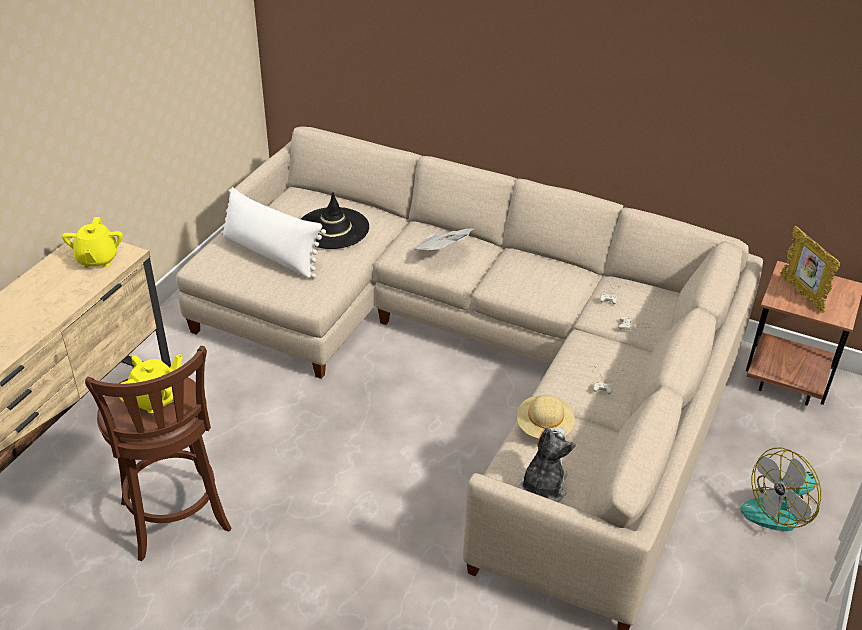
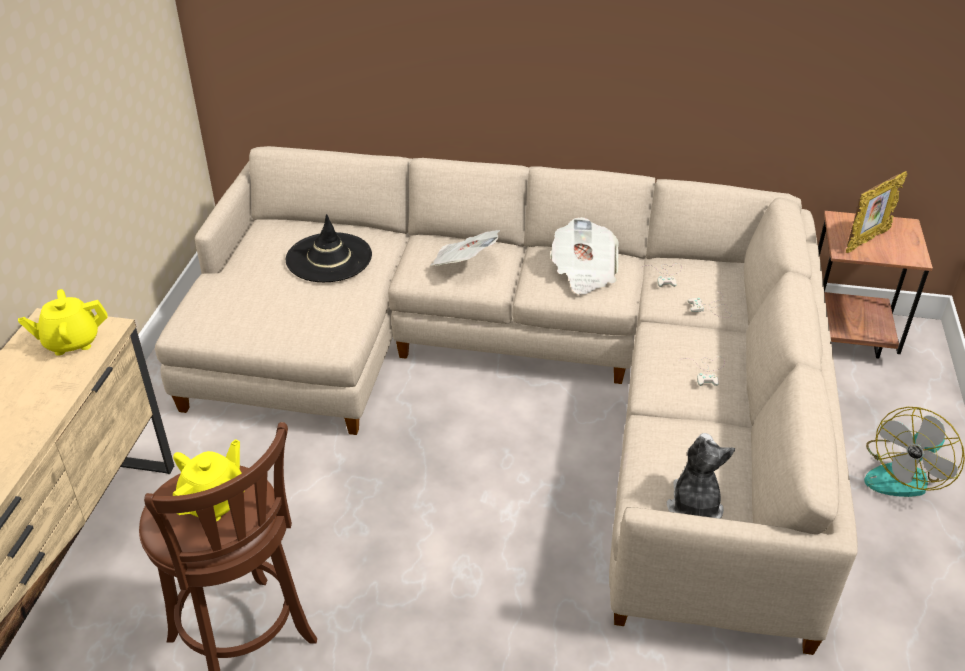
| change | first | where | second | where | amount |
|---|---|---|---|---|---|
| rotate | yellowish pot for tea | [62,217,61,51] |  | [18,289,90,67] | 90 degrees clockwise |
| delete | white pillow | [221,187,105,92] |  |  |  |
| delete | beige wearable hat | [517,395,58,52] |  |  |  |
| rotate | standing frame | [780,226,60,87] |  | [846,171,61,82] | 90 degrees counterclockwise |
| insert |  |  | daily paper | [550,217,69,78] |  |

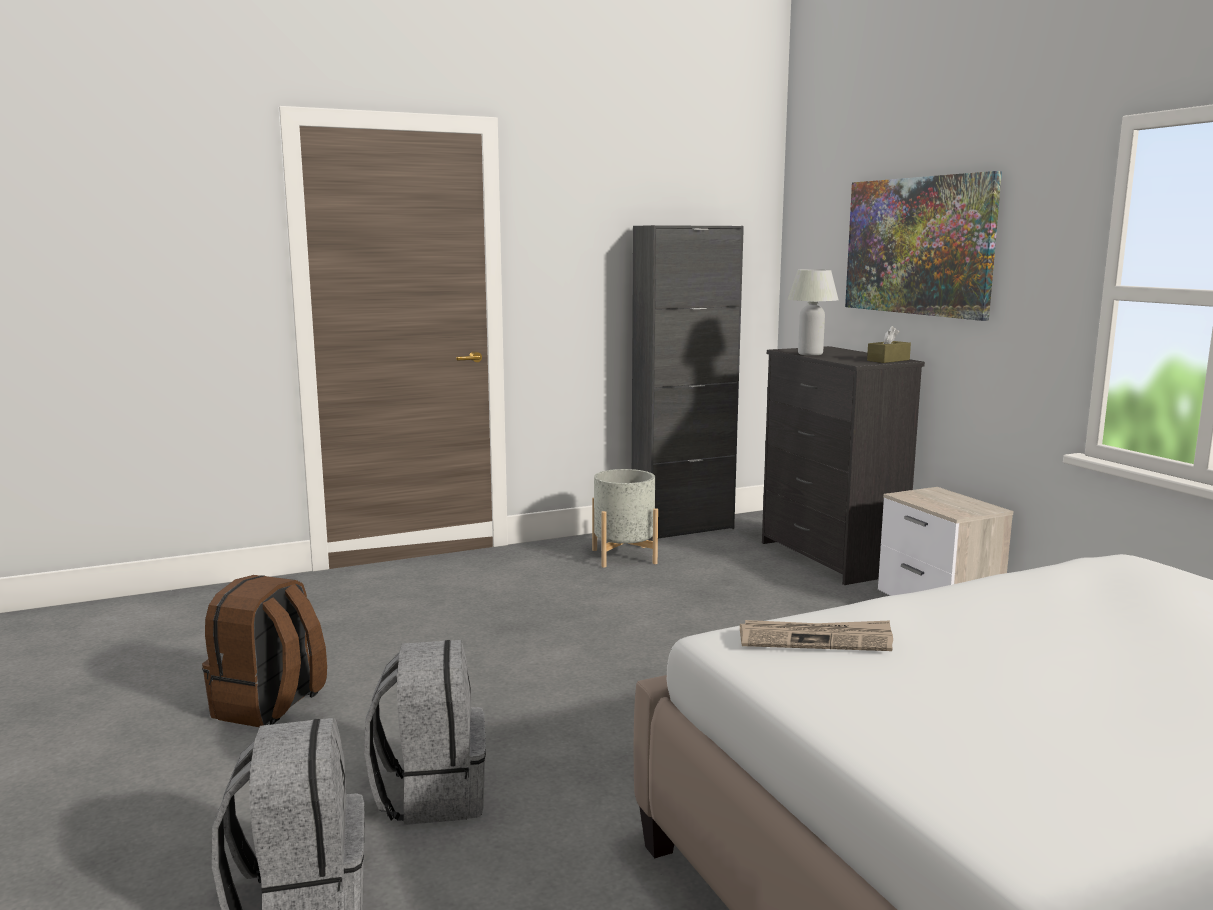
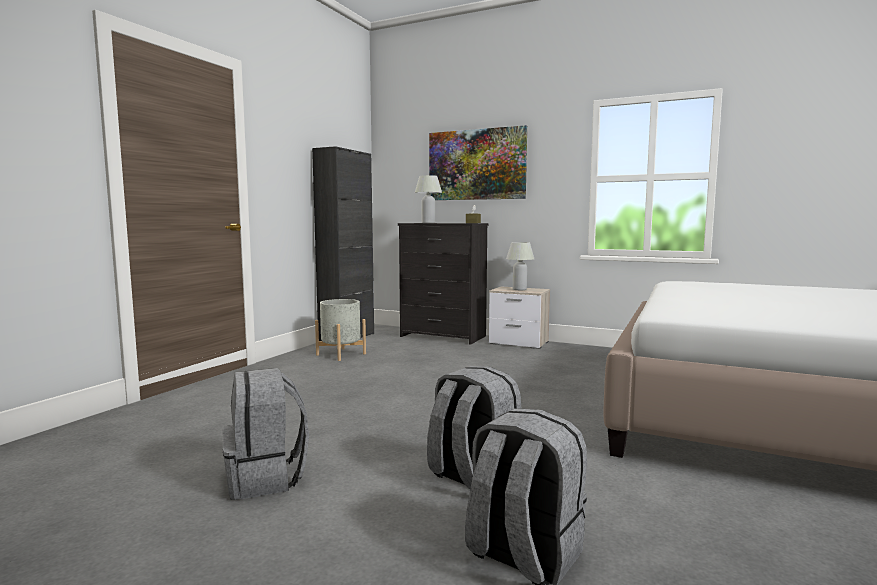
| change | first | where | second | where | amount |
|---|---|---|---|---|---|
| recolor | brown backpack | [202,575,125,152] | gray backpack | [222,368,87,132] |  |
| delete | daily paper | [740,620,153,31] |  |  |  |
| insert |  |  | white tabletop lamp | [506,242,28,48] |  |

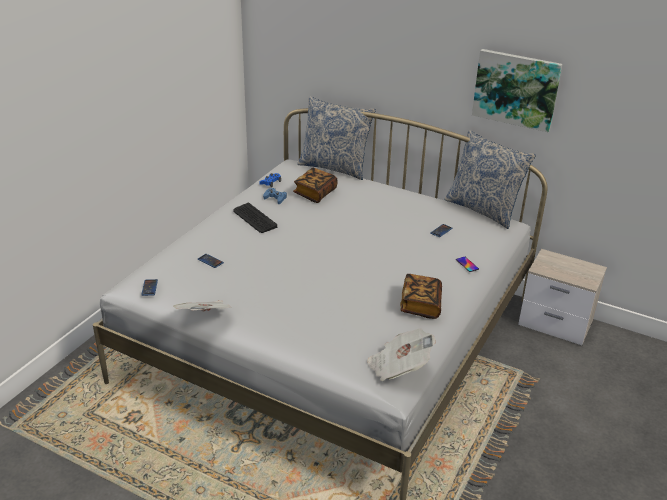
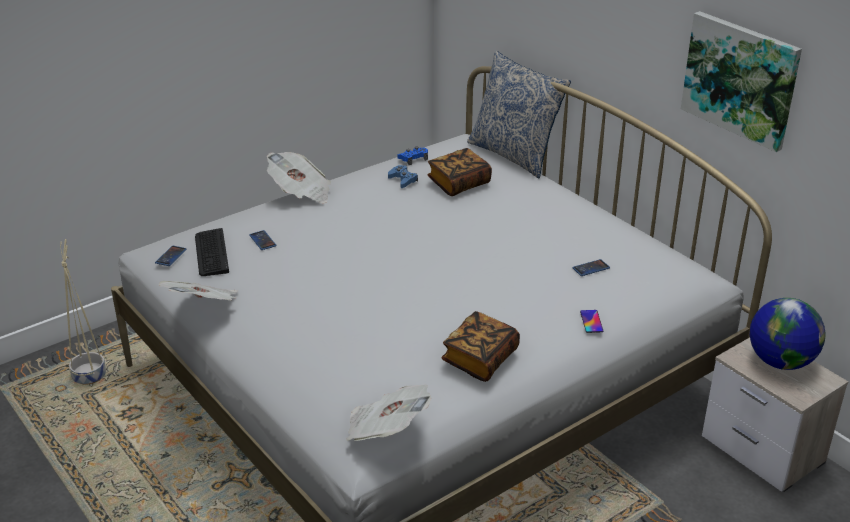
| change | first | where | second | where | amount |
|---|---|---|---|---|---|
| move | keyboard | [233,203,44,30] |  | [195,228,34,48] |  |
| delete | pillow | [444,130,92,99] |  |  |  |
| insert |  |  | beige flower pot | [60,239,46,146] |  |
| insert |  |  | daily paper | [267,152,64,52] |  |
| insert |  |  | world globe | [750,298,75,72] |  |

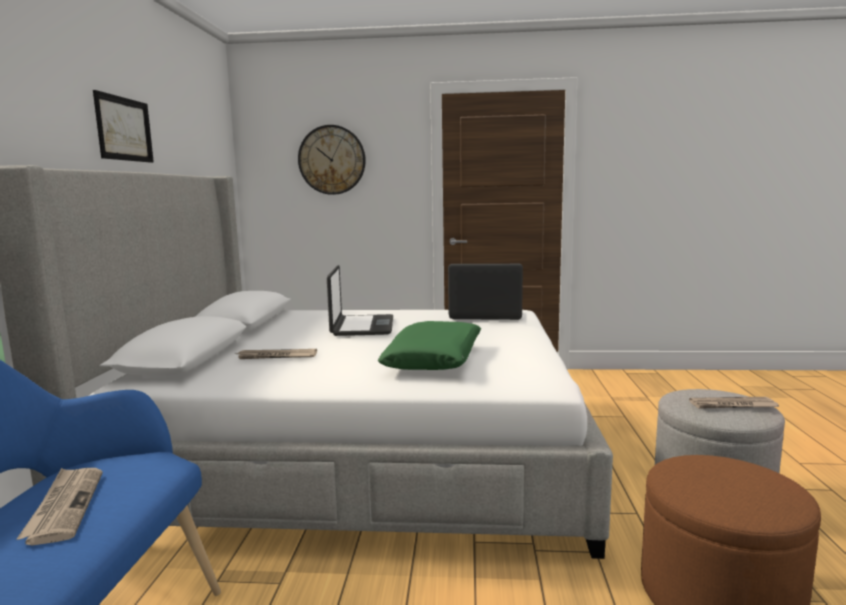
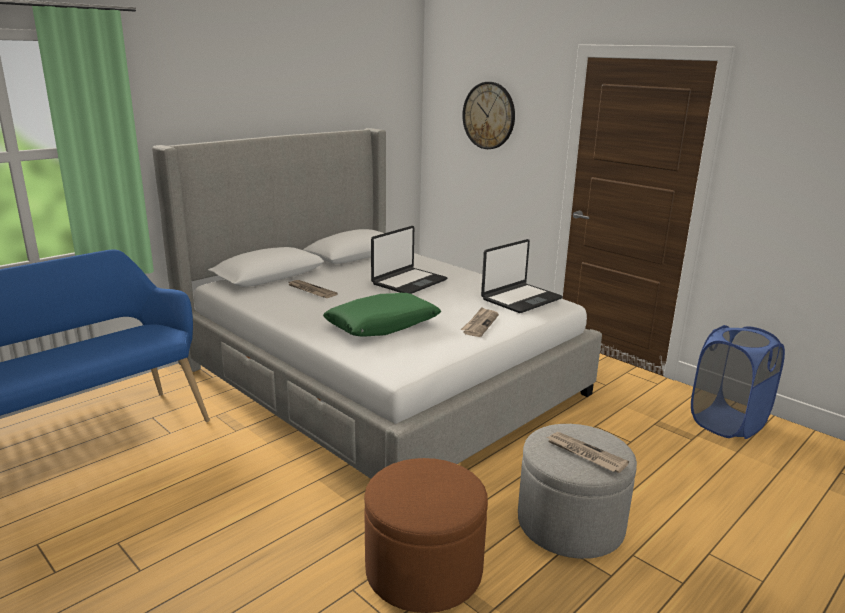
| change | first | where | second | where | amount |
|---|---|---|---|---|---|
| move | daily paper | [17,468,86,78] |  | [461,307,38,30] |  |
| delete | picture | [93,90,61,73] |  |  |  |
| rotate | laptop | [448,264,75,56] |  | [481,239,82,74] | 90 degrees clockwise |
| insert |  |  | bluish laundry basket | [691,325,94,114] |  |

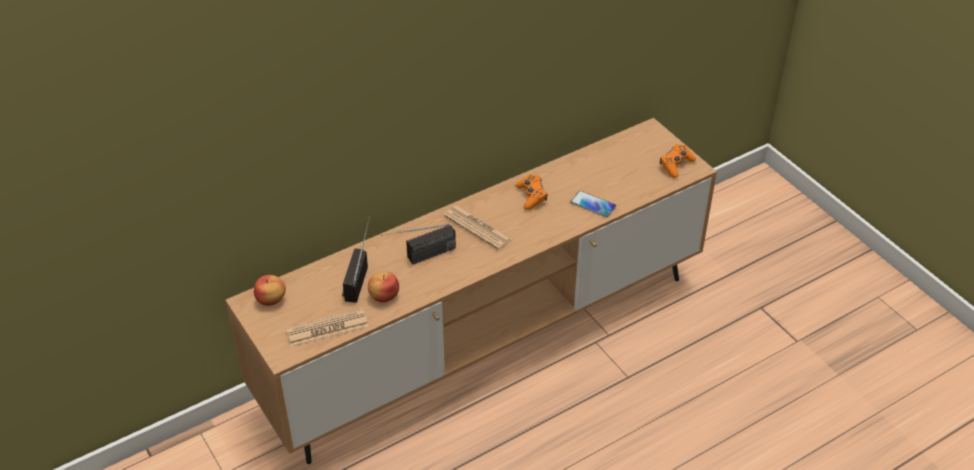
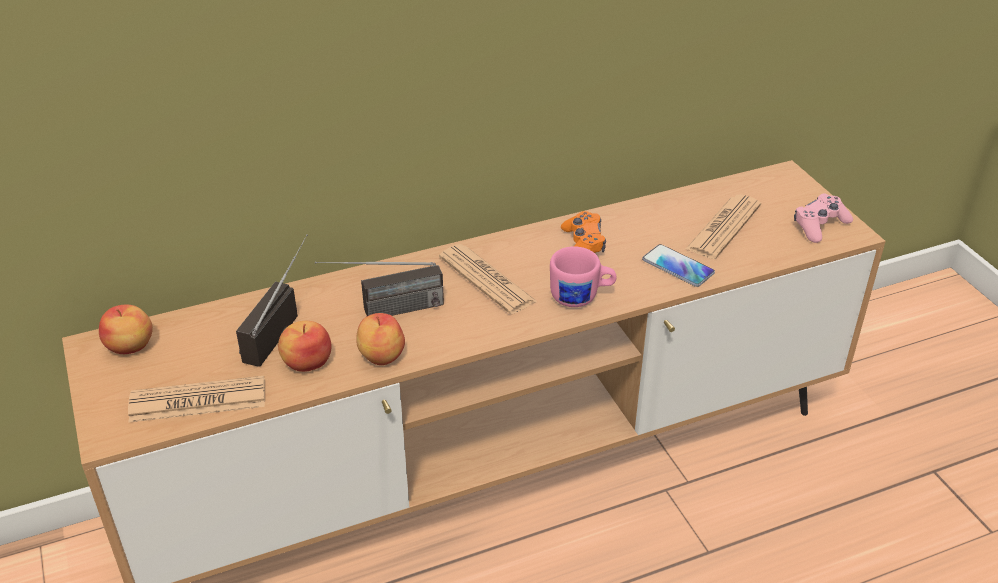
| change | first | where | second | where | amount |
|---|---|---|---|---|---|
| recolor | orange joypad | [660,144,36,34] | pink-coloured joypad | [794,193,59,50] |  |
| insert |  |  | apple fruit | [356,313,49,52] |  |
| insert |  |  | pink-coloured coffee mug | [550,246,66,61] |  |
| insert |  |  | daily paper | [686,195,75,64] |  |

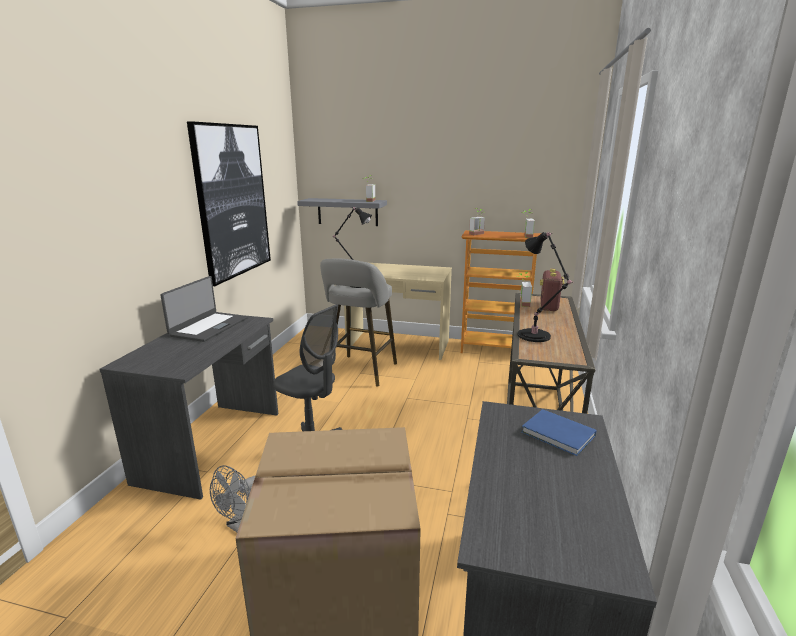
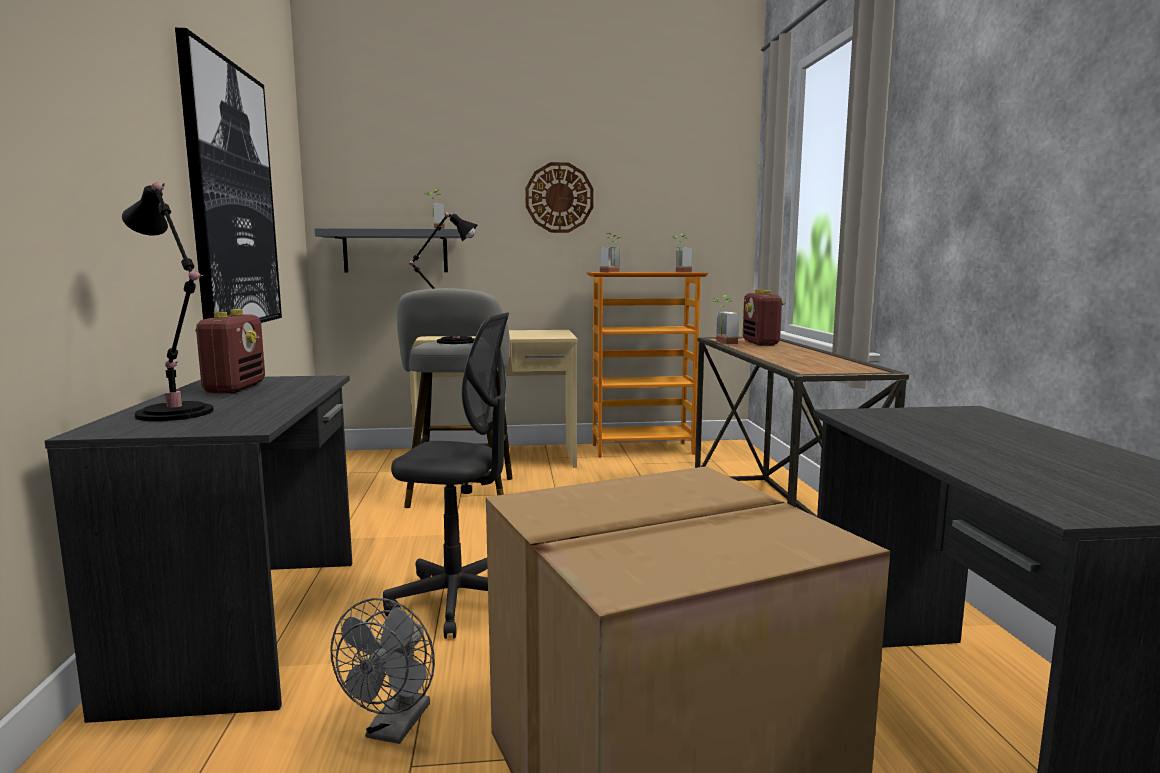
| change | first | where | second | where | amount |
|---|---|---|---|---|---|
| replace | laptop | [160,276,88,66] | radio | [195,309,70,84] |  |
| move | black tabletop lamp | [518,232,56,110] |  | [122,182,92,239] |  |
| delete | bluish book | [521,409,76,47] |  |  |  |
| insert |  |  | wall clock | [525,162,69,71] |  |

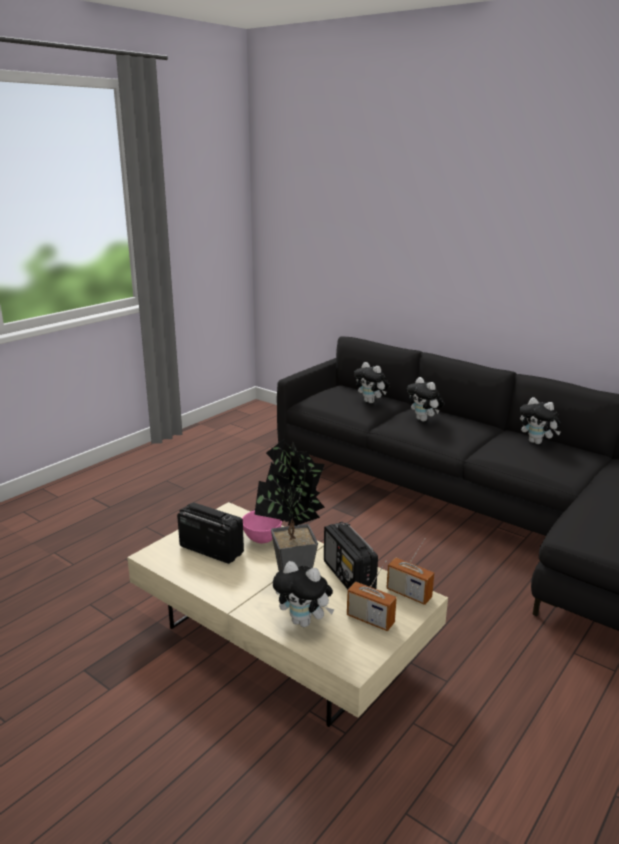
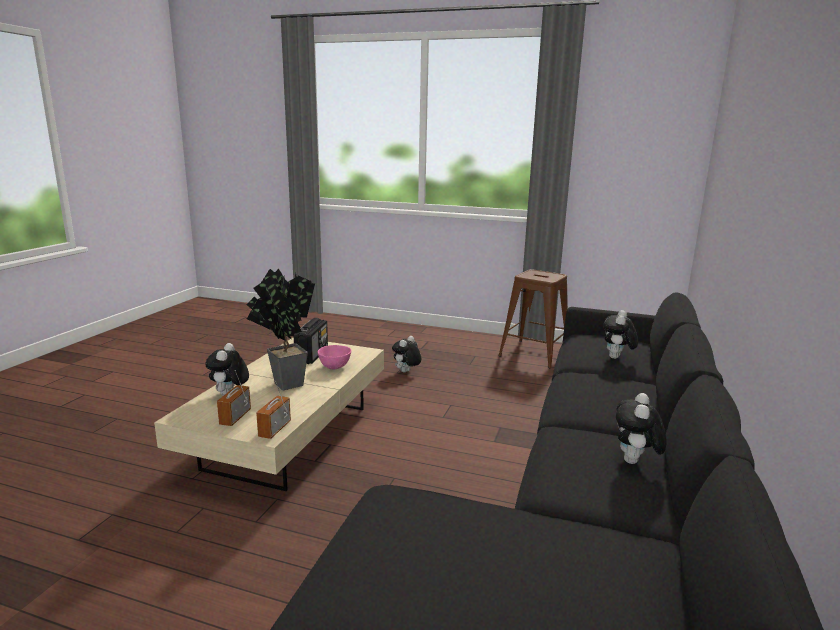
| change | first | where | second | where | amount |
|---|---|---|---|---|---|
| delete | radio | [324,522,54,67] |  |  |  |
| move | plush toy | [407,377,38,44] |  | [392,336,29,37] |  |
| insert |  |  | brown stool seat | [498,269,70,99] |  |

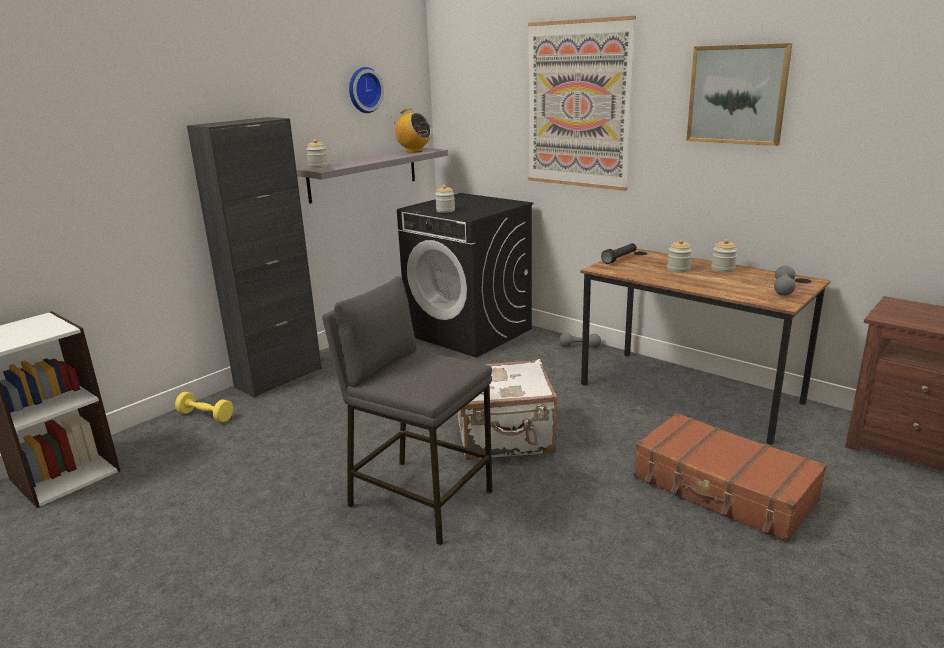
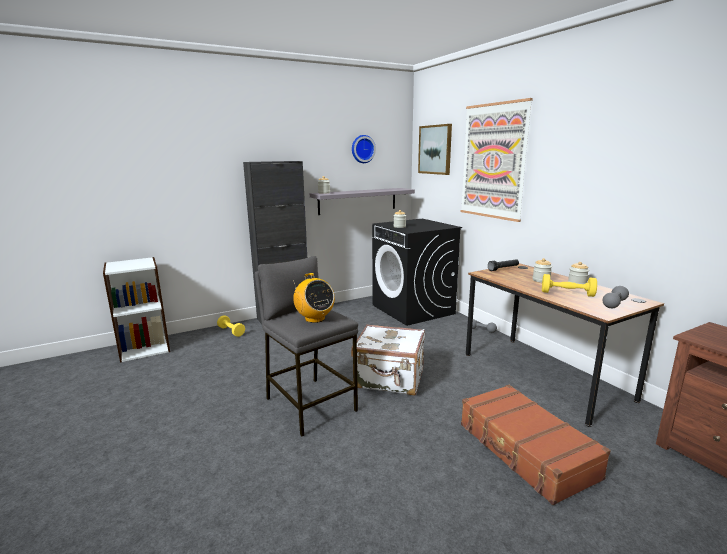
| change | first | where | second | where | amount |
|---|---|---|---|---|---|
| move | radio | [393,108,38,45] |  | [293,273,42,50] |  |
| move | picture | [686,43,106,103] |  | [418,124,34,51] |  |
| insert |  |  | yellowish free weight | [542,274,55,23] |  |

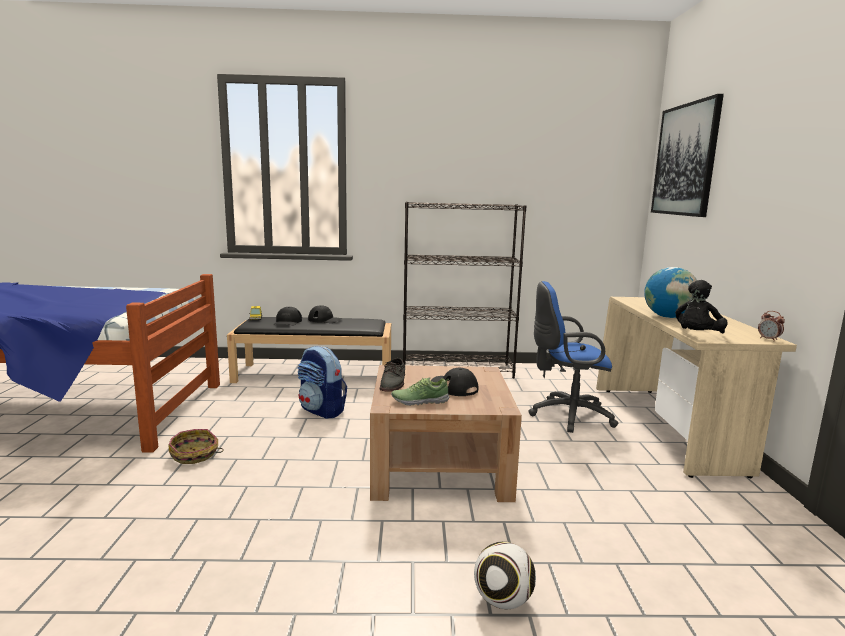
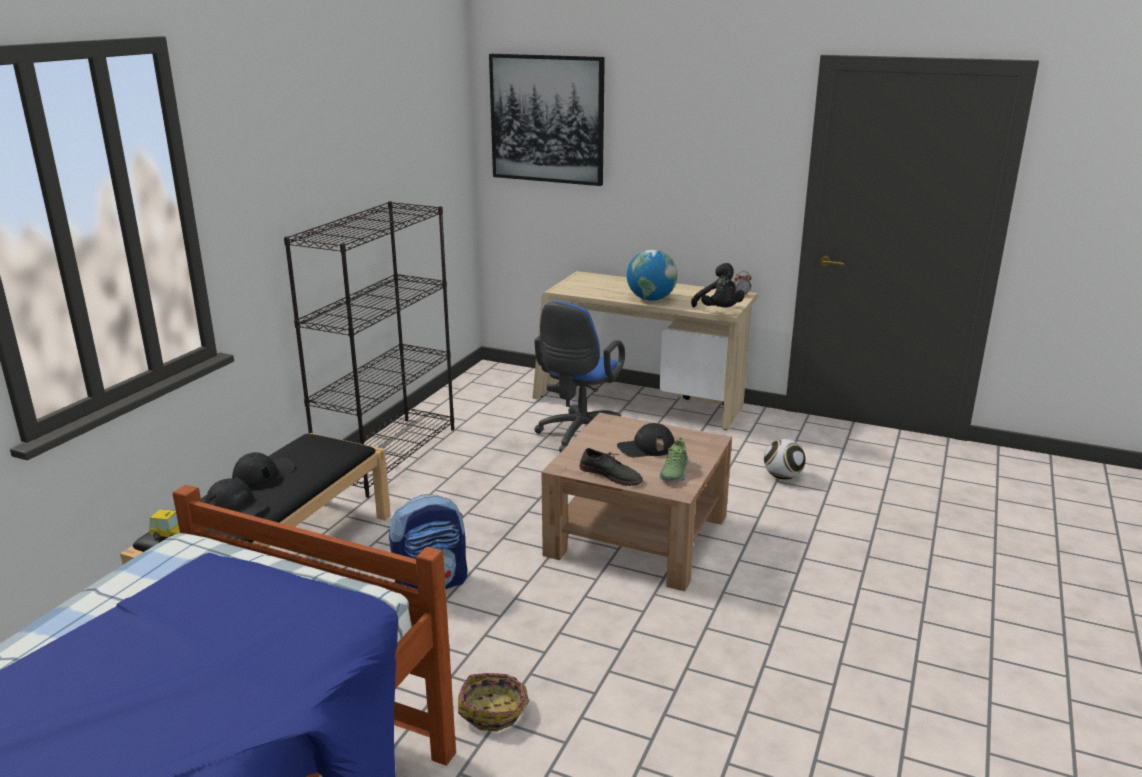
| change | first | where | second | where | amount |
|---|---|---|---|---|---|
| move | ball for football | [474,542,62,67] |  | [764,439,41,41] |  |

